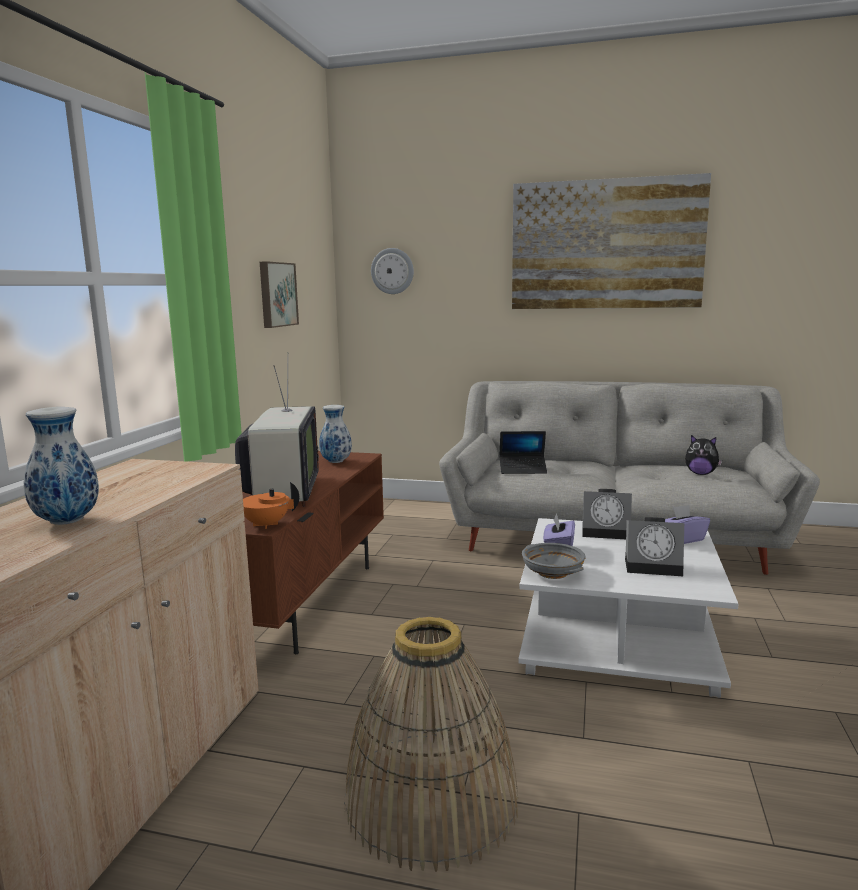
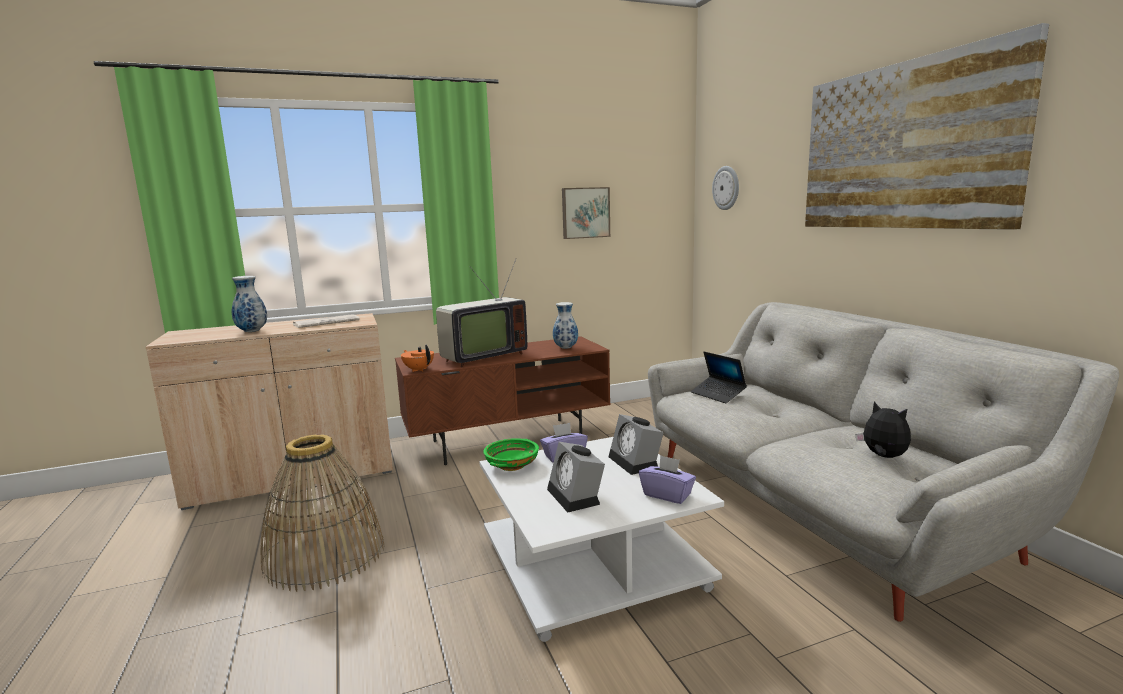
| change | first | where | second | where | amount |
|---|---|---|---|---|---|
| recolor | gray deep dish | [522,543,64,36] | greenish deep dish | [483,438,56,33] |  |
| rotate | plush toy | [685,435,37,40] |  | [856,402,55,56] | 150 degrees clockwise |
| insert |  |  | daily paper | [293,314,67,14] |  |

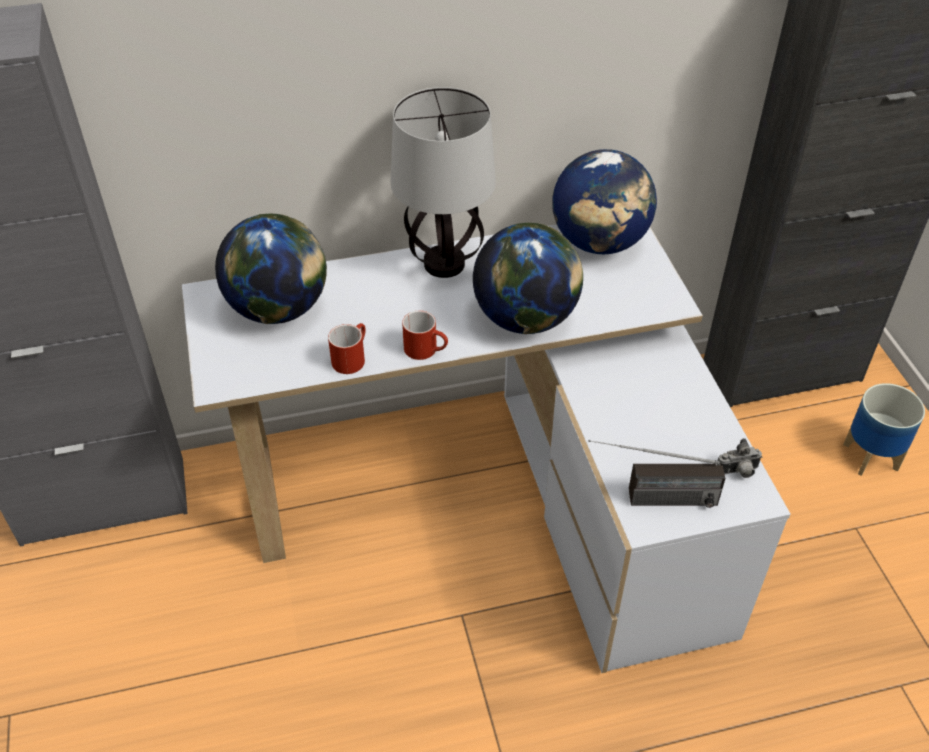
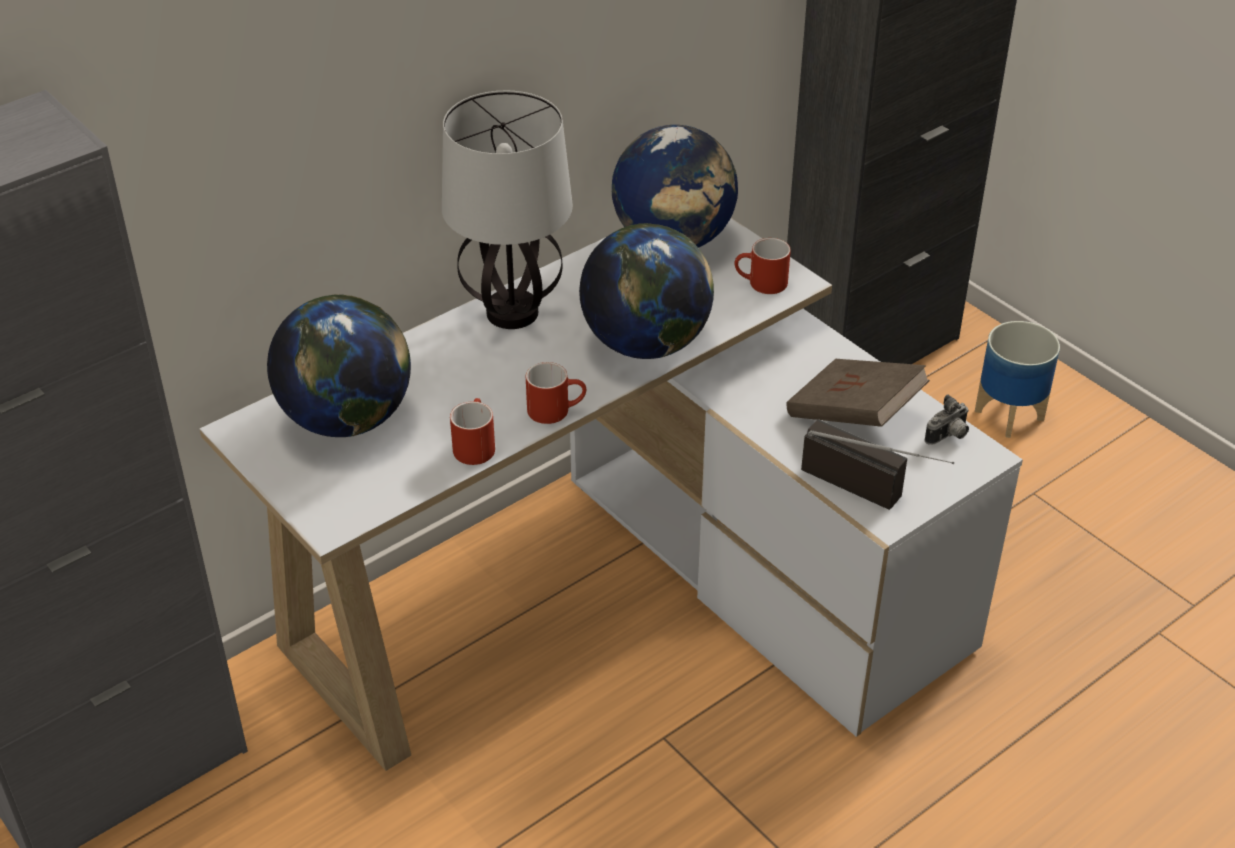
| change | first | where | second | where | amount |
|---|---|---|---|---|---|
| rotate | radio | [588,440,138,68] |  | [801,419,153,91] | 120 degrees counterclockwise |
| insert |  |  | red-coloured coffee mug | [734,238,57,56] |  |
| insert |  |  | brown book | [787,359,143,68] |  |

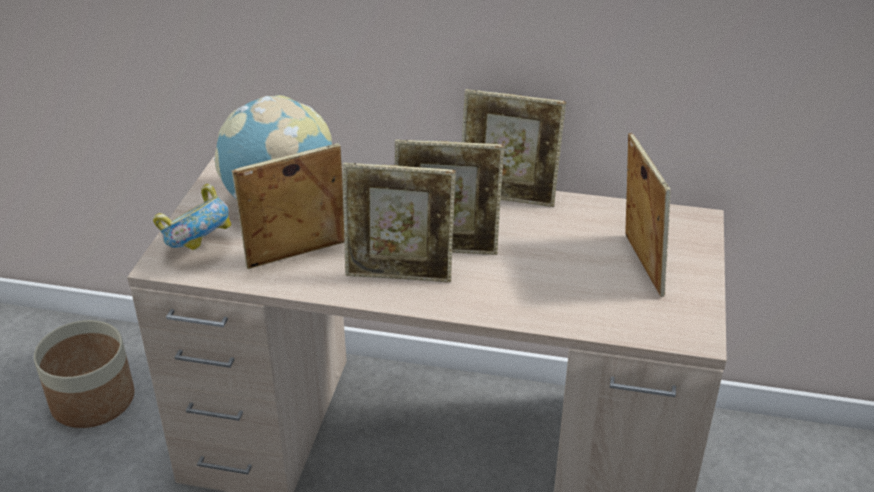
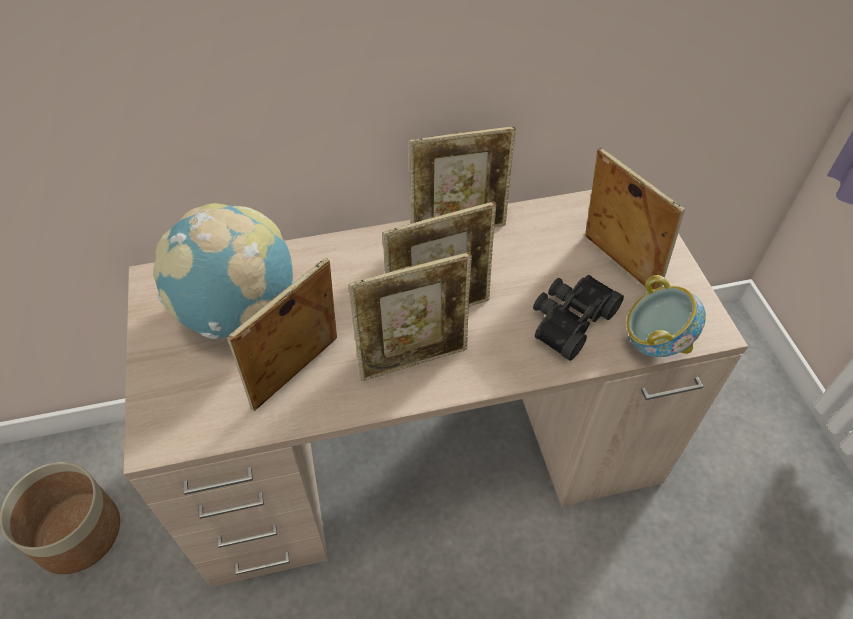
| change | first | where | second | where | amount |
|---|---|---|---|---|---|
| move | deep dish | [153,184,78,66] |  | [627,275,79,82] |  |
| insert |  |  | black field glasses | [533,275,91,86] |  |

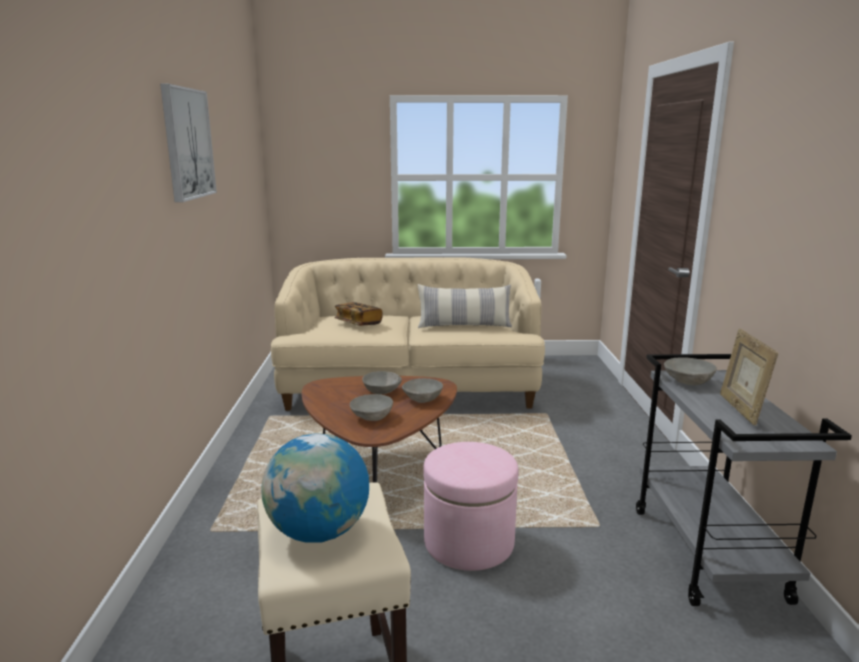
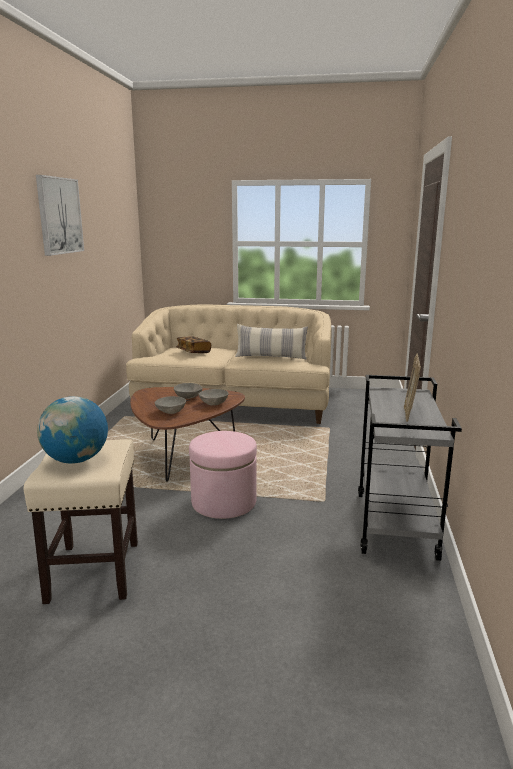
| change | first | where | second | where | amount |
|---|---|---|---|---|---|
| delete | gray deep dish | [664,357,53,29] |  |  |  |

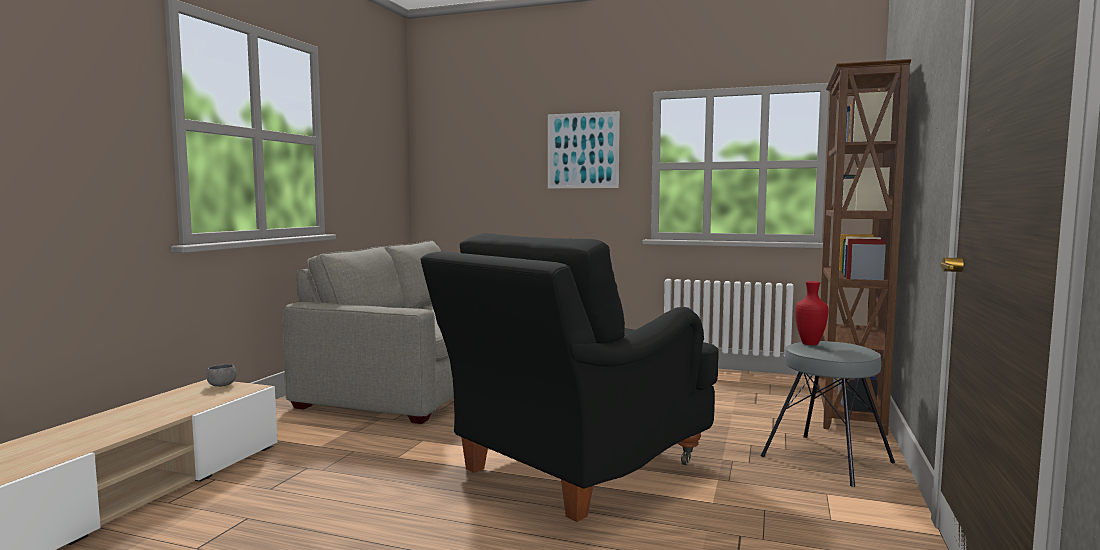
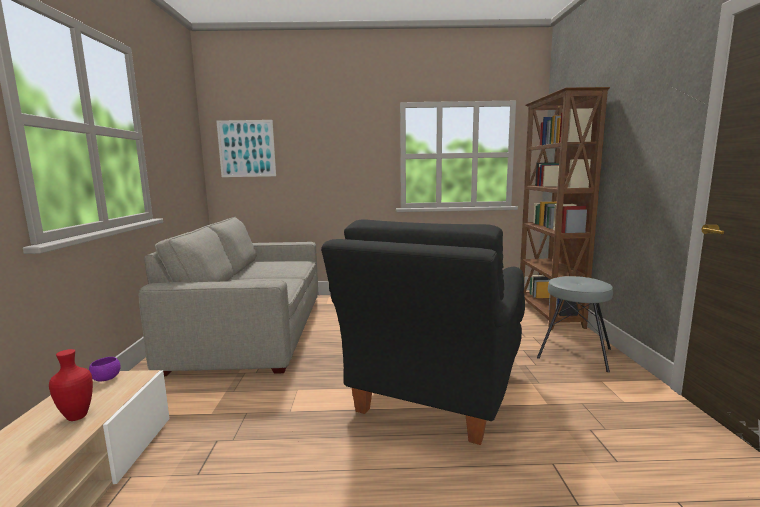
| change | first | where | second | where | amount |
|---|---|---|---|---|---|
| recolor | gray deep dish | [206,364,31,23] | purple-coloured deep dish | [89,357,32,24] |  |
| move | picture | [548,111,72,77] |  | [216,120,60,57] |  |
| move | red-coloured flower vase | [795,281,33,64] |  | [49,349,44,72] |  |

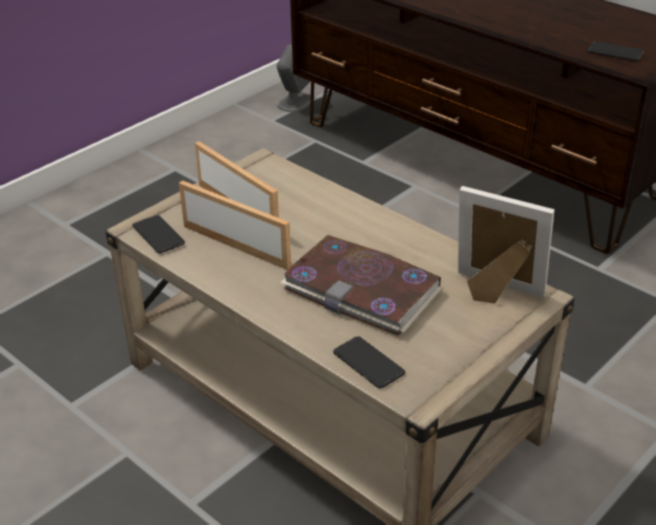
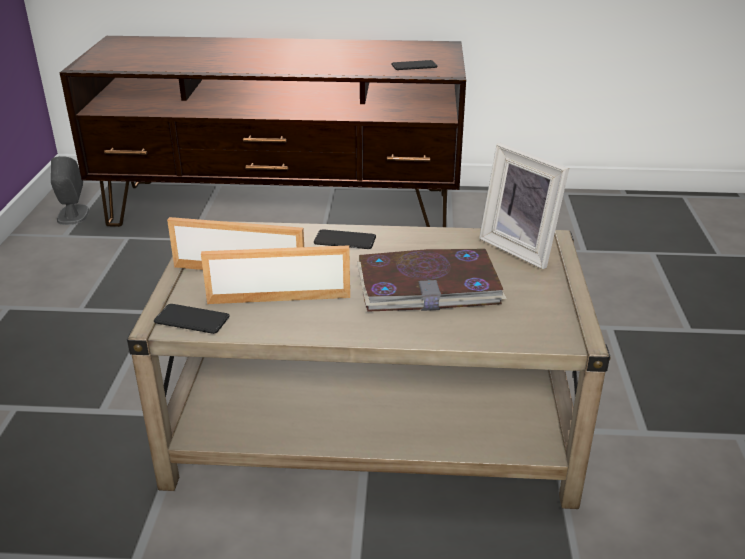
| change | first | where | second | where | amount |
|---|---|---|---|---|---|
| move | handset | [333,336,72,52] |  | [314,229,62,20] |  |
| rotate | standing frame | [458,186,96,118] |  | [479,143,90,126] | 120 degrees counterclockwise |

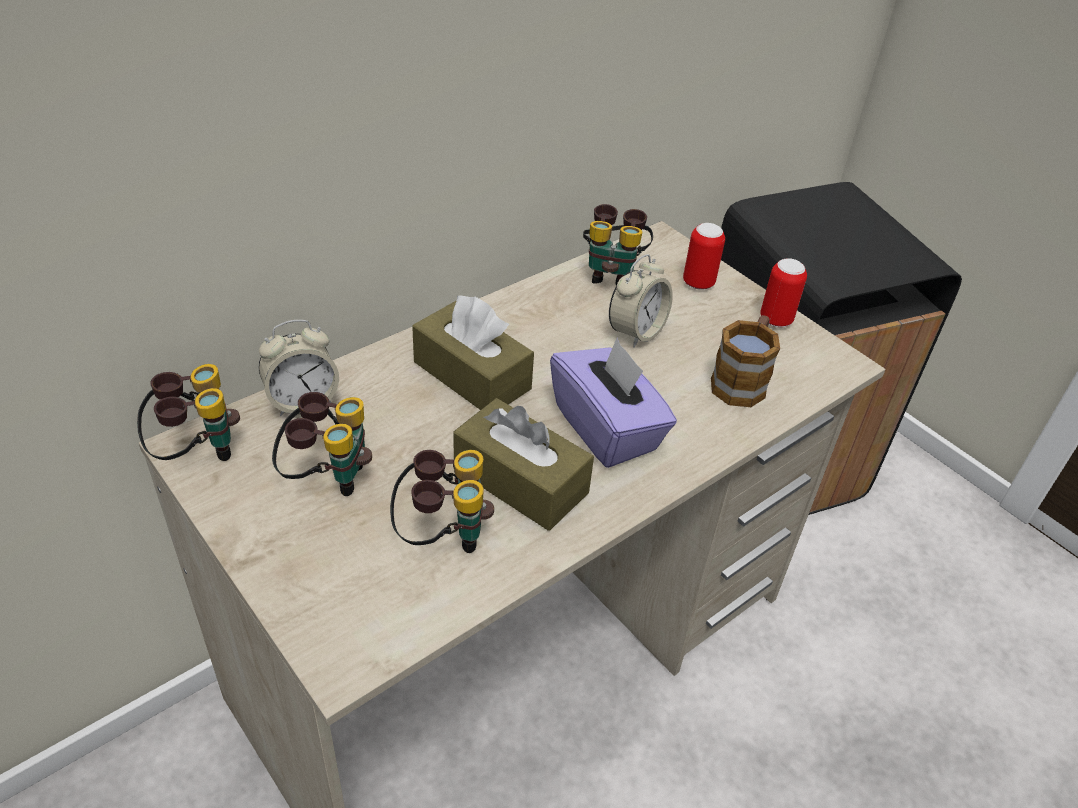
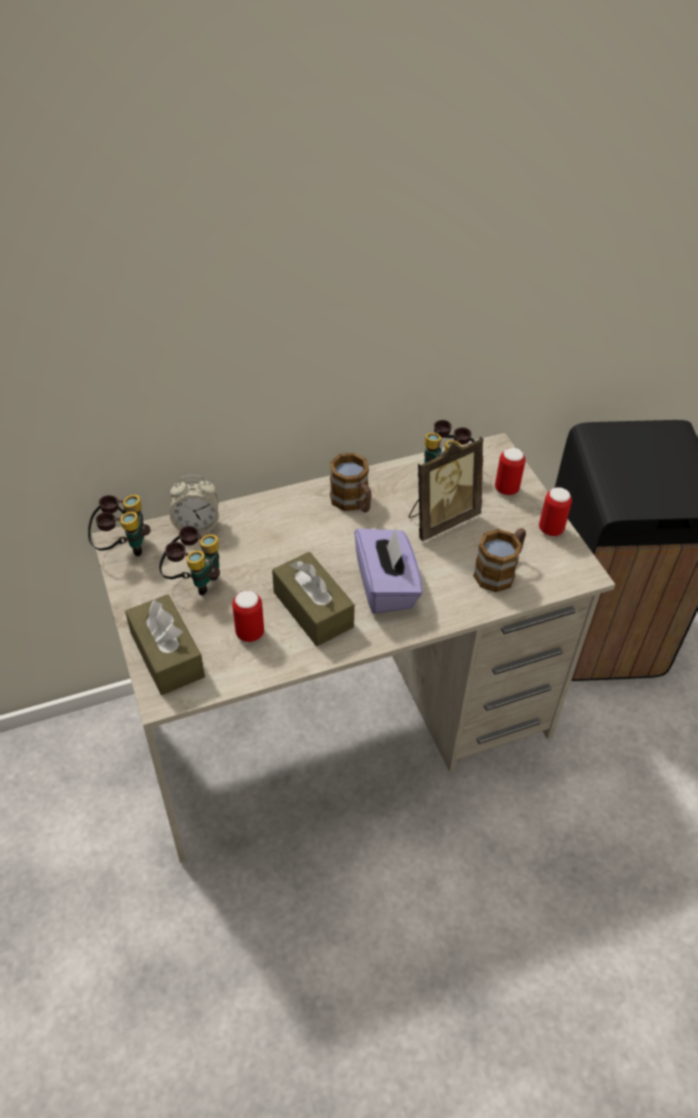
| change | first | where | second | where | amount |
|---|---|---|---|---|---|
| replace | field glasses | [390,450,104,103] | sealed can | [232,590,32,52] |  |
| move | brown tissue holder | [412,295,122,115] |  | [125,594,80,101] |  |
| replace | table clock | [609,254,64,94] | standing frame | [409,437,75,104] |  |
| insert |  |  | coffee mug | [330,453,42,60] |  |

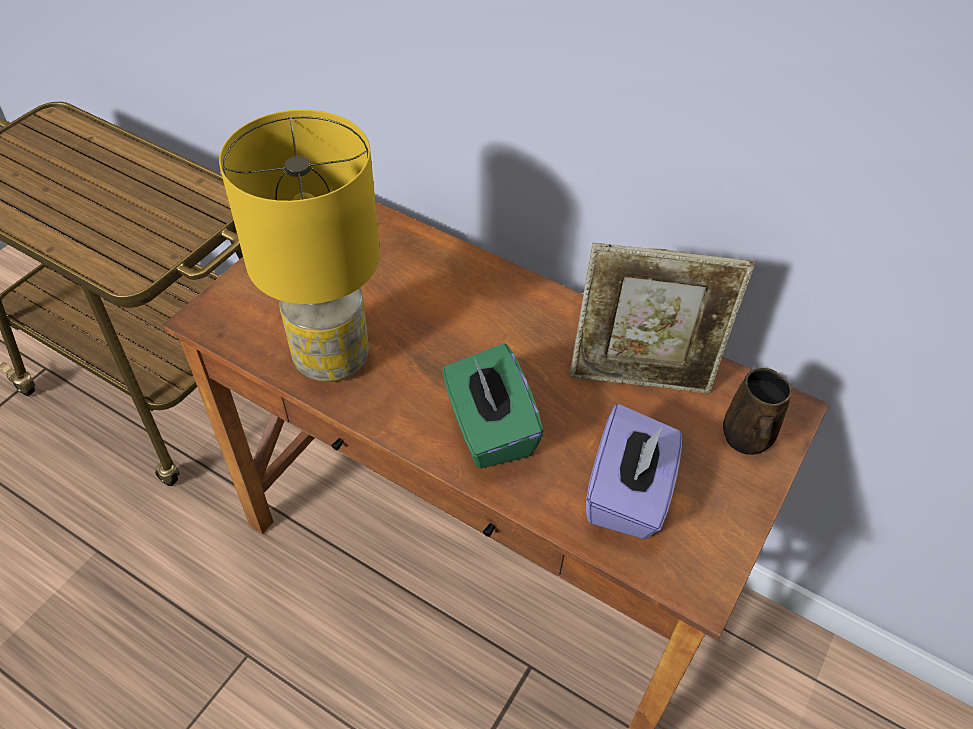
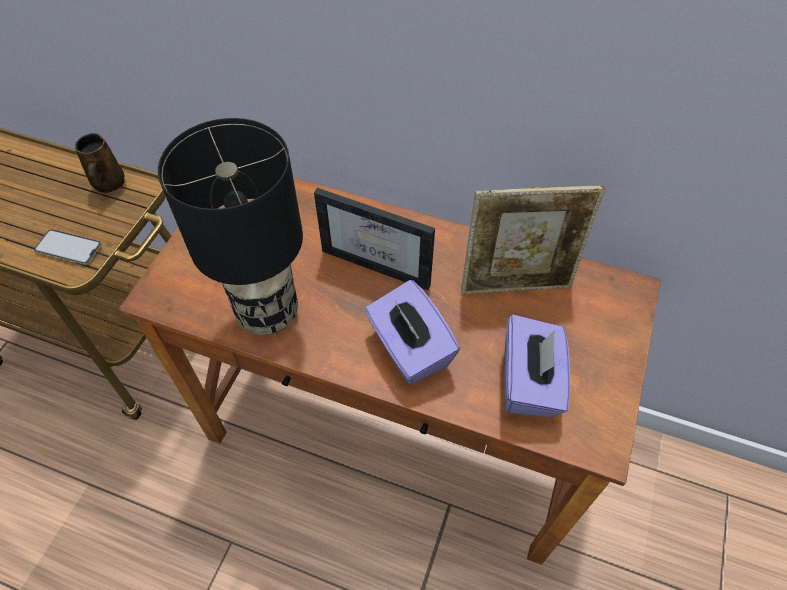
| change | first | where | second | where | amount |
|---|---|---|---|---|---|
| recolor | yellowish tabletop lamp | [219,110,161,272] | black tabletop lamp | [158,118,145,217] |  |
| recolor | greenish tissue holder | [443,343,101,126] | purple-coloured tissue holder | [365,280,95,104] |  |
| move | brown coffee mug | [723,368,69,87] |  | [75,133,50,60] |  |
| insert |  |  | handset | [34,229,67,36] |  |
| insert |  |  | standing frame | [314,188,121,102] |  |

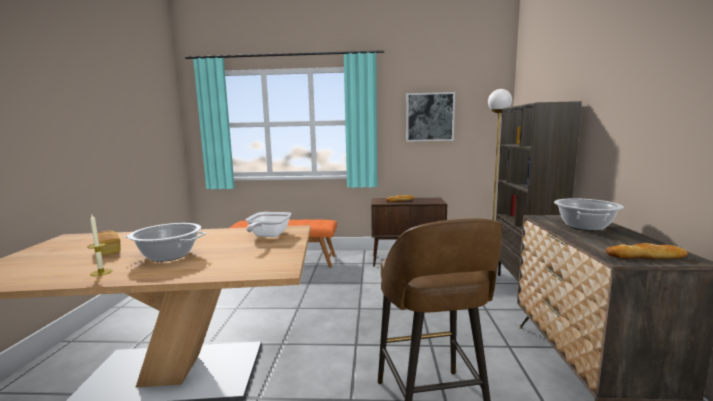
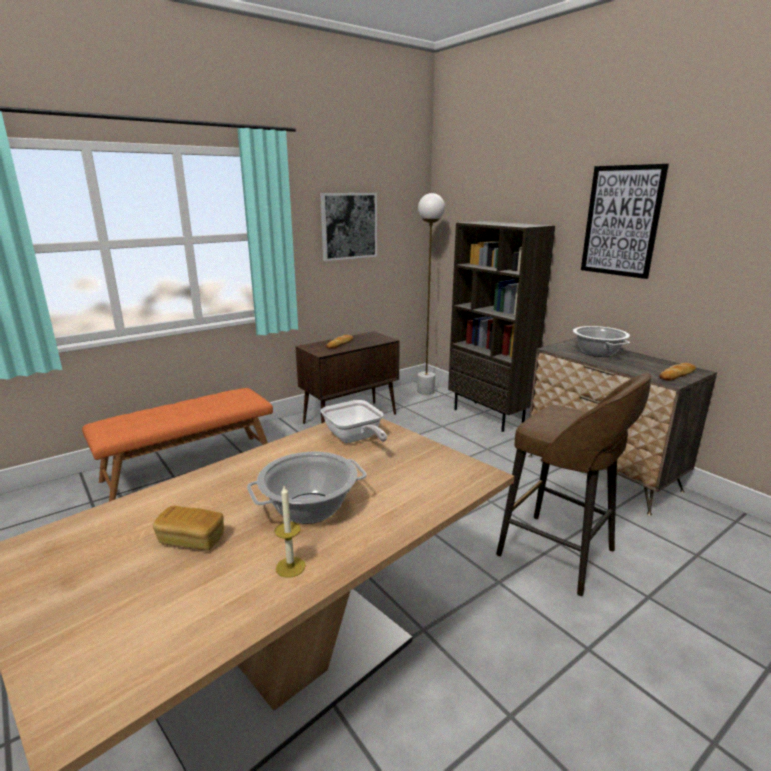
| change | first | where | second | where | amount |
|---|---|---|---|---|---|
| insert |  |  | picture | [581,164,88,115] |  |

